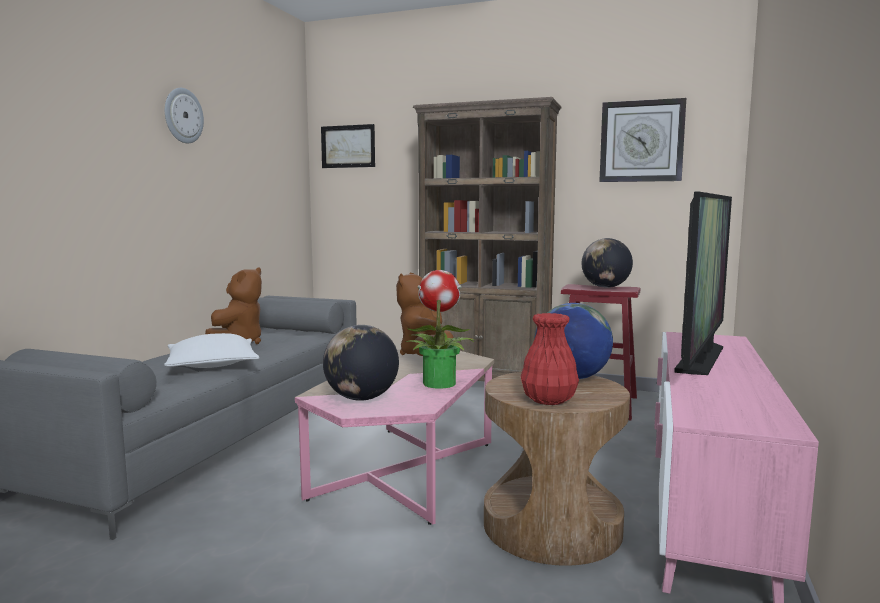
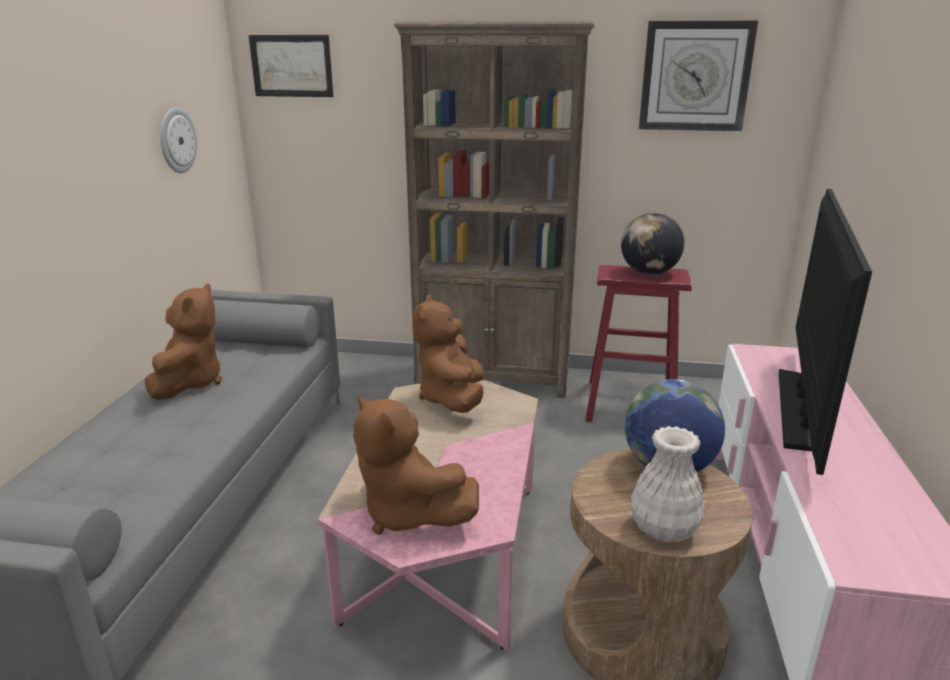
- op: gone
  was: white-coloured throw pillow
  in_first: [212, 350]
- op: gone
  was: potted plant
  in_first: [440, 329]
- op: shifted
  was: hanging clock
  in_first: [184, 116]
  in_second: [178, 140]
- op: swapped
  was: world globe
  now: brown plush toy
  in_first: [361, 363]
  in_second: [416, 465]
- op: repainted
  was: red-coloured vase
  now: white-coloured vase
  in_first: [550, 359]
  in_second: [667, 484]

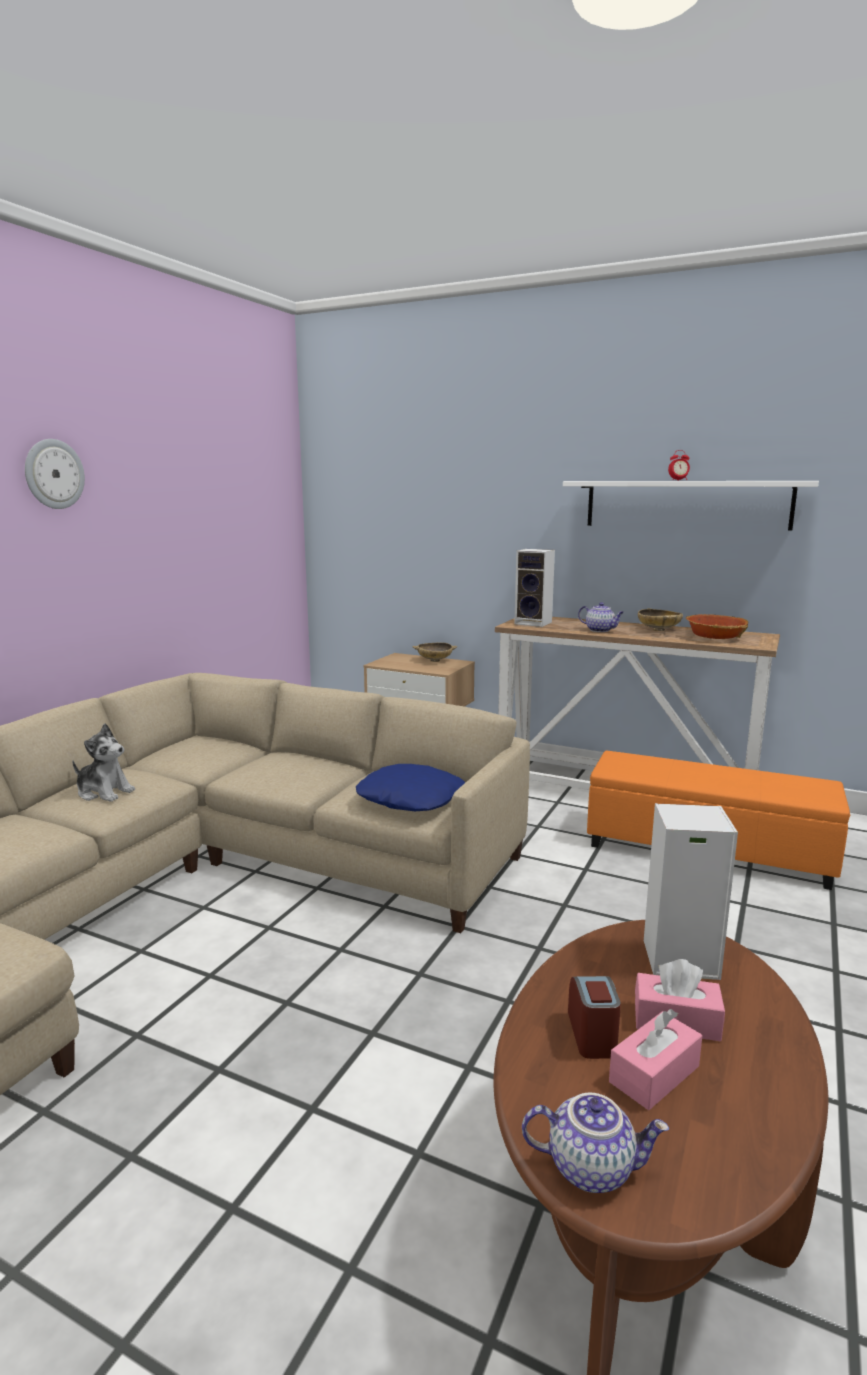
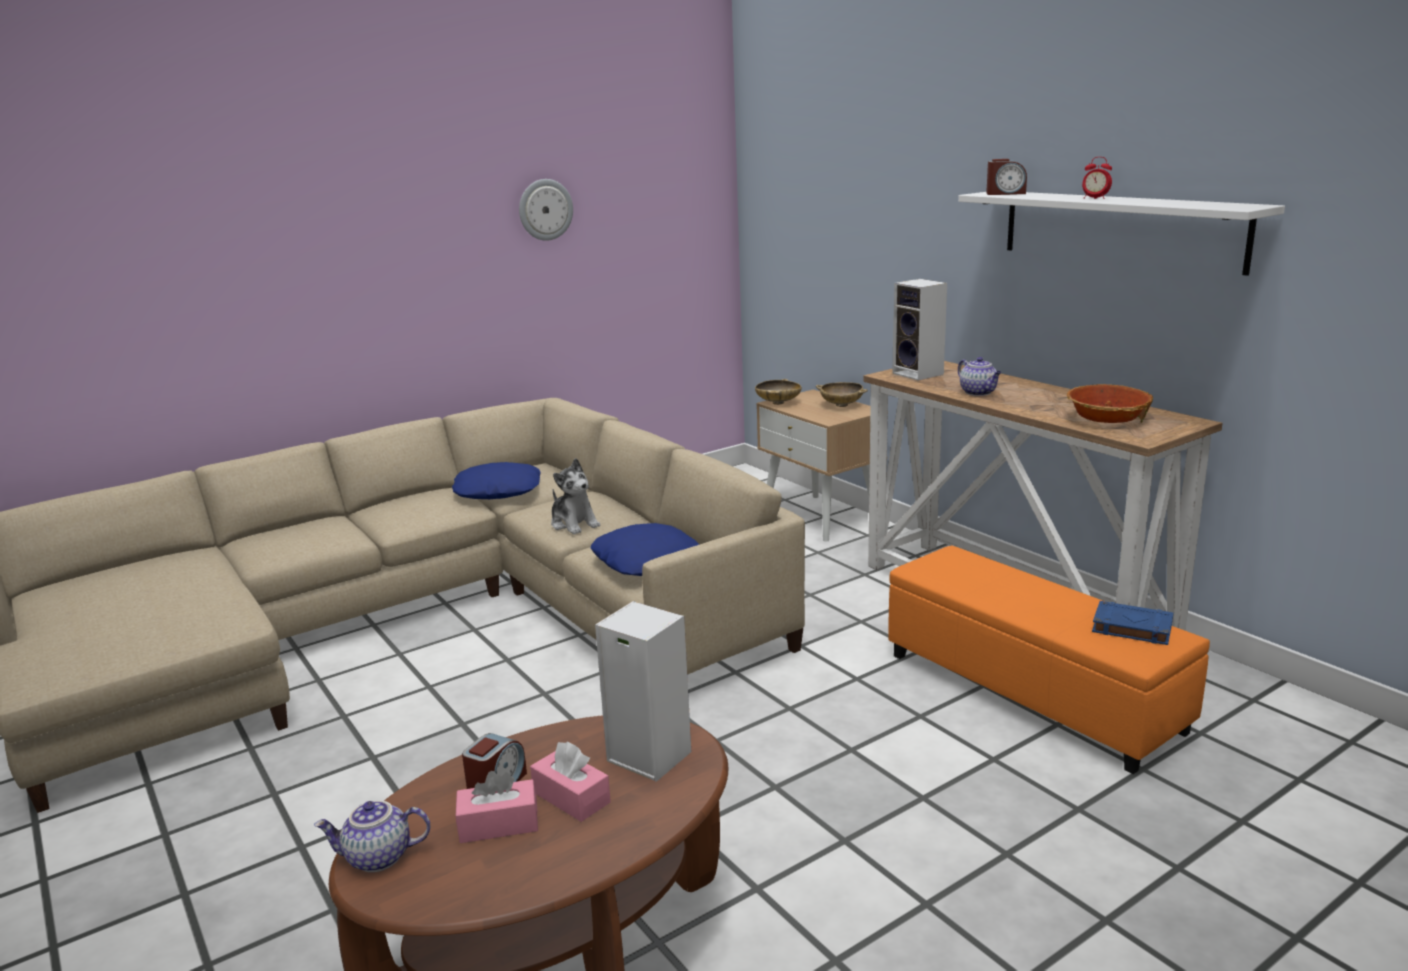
- op: new
  now: blue-coloured throw pillow
  in_second: [496, 480]
- op: new
  now: bedside clock
  in_second: [1006, 177]
- op: new
  now: blue-coloured bound book
  in_second: [1132, 623]
- op: shifted
  was: hanging clock
  in_first: [55, 474]
  in_second: [546, 210]
- op: shifted
  was: plush toy
  in_first: [103, 763]
  in_second: [576, 496]
- op: shifted
  was: beige deep dish
  in_first: [660, 619]
  in_second: [778, 392]
- op: rotated
  was: tea pot
  in_first: [595, 1143]
  in_second: [372, 836]
  clockwise: 135

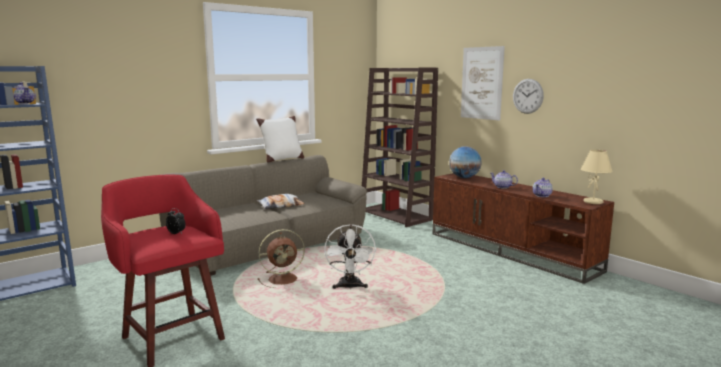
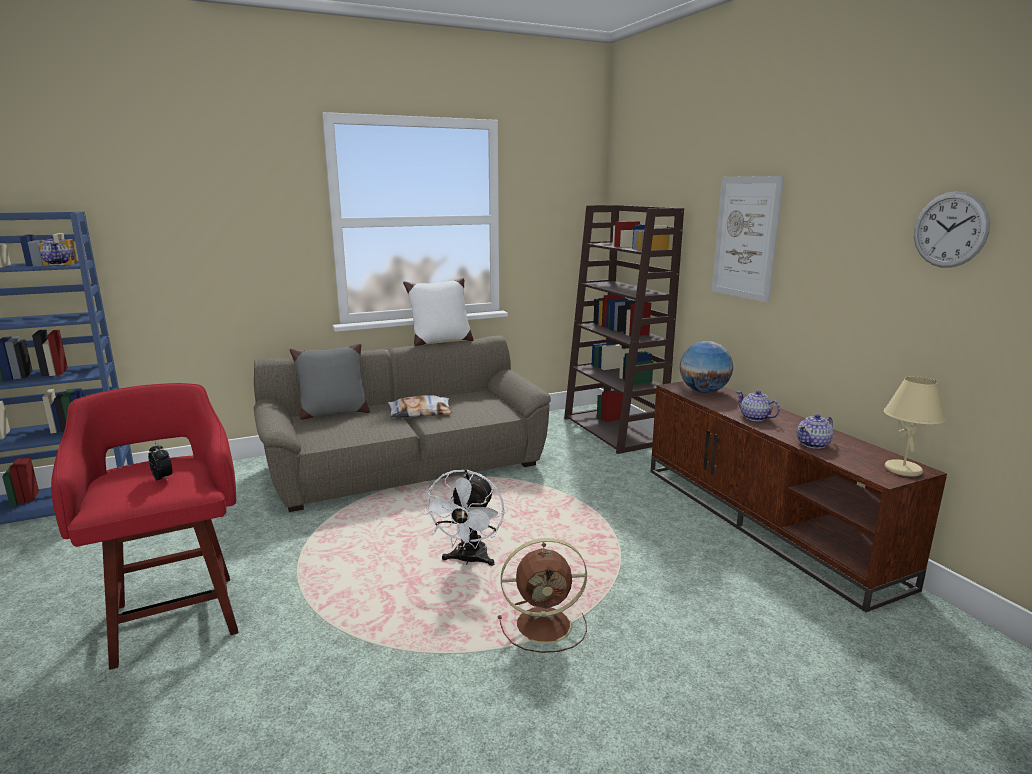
- op: new
  now: gray throw pillow
  in_second: [330, 381]
- op: shifted
  was: brown cooling fan
  in_first: [281, 258]
  in_second: [542, 595]
- op: shifted
  was: hanging clock
  in_first: [528, 96]
  in_second: [952, 229]

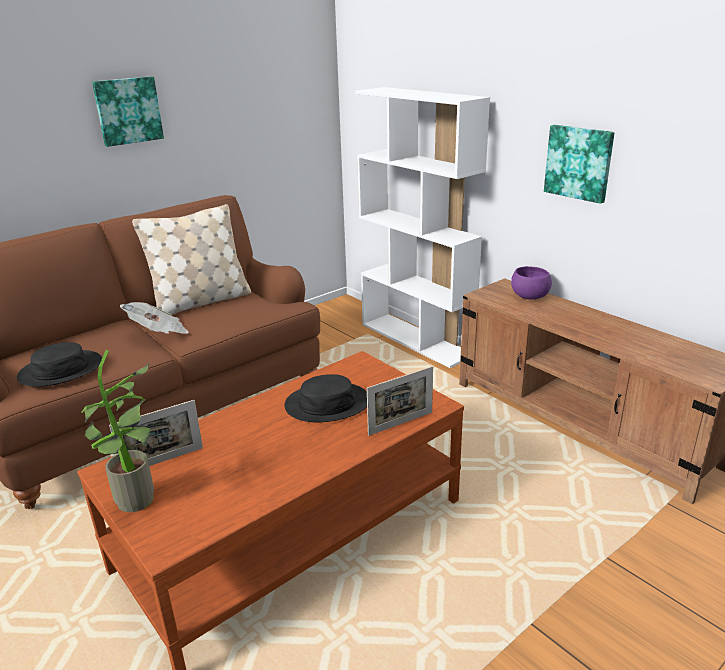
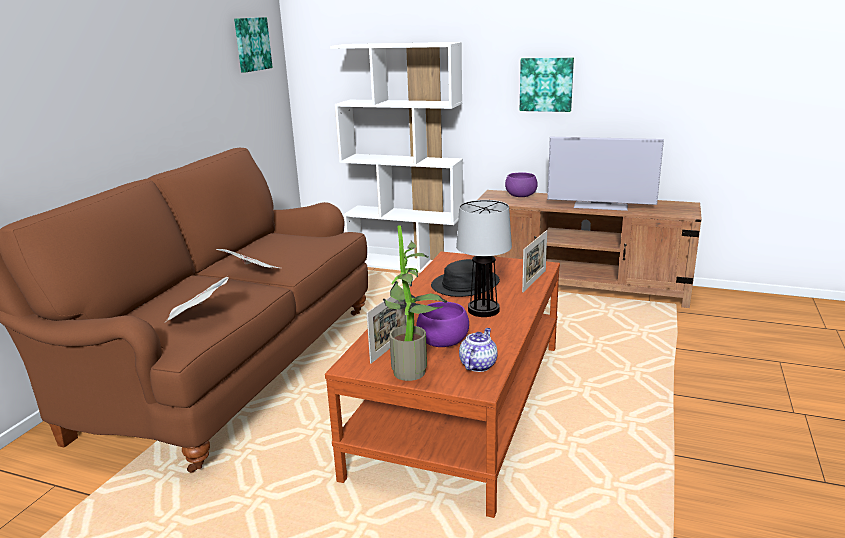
- op: gone
  was: beige throw pillow
  in_first: [191, 259]
- op: new
  now: purple-coloured deep dish
  in_second: [442, 324]
- op: new
  now: tabletop lamp
  in_second: [484, 258]
- op: new
  now: tea pot
  in_second: [478, 350]
- op: new
  now: TV
  in_second: [605, 174]
- op: shifted
  was: wall picture
  in_first: [128, 111]
  in_second: [253, 45]
- op: swapped
  was: black clothing hat
  now: printed paper
  in_first: [59, 364]
  in_second: [196, 299]

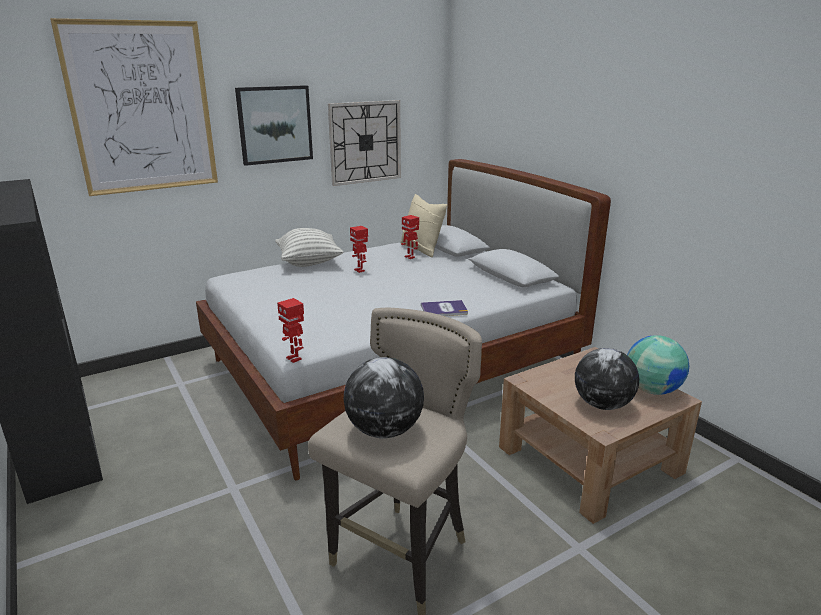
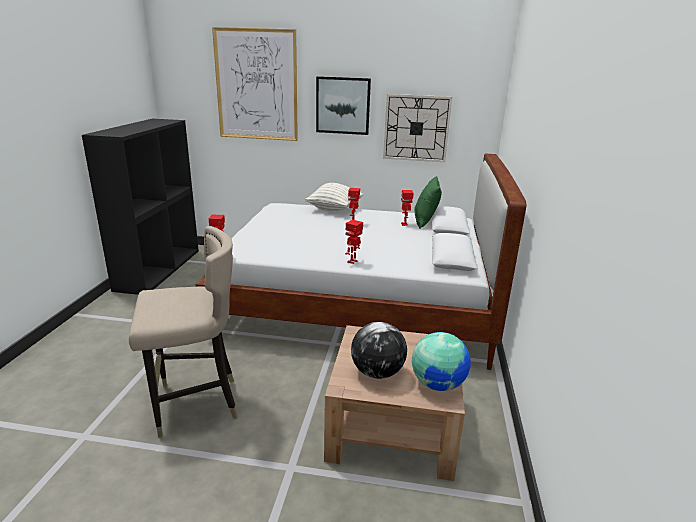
- op: gone
  was: world globe
  in_first: [384, 397]
- op: swapped
  was: bound book
  now: robot figure
  in_first: [444, 308]
  in_second: [354, 242]
- op: repainted
  was: beige throw pillow
  now: greenish throw pillow
  in_first: [423, 225]
  in_second: [428, 202]

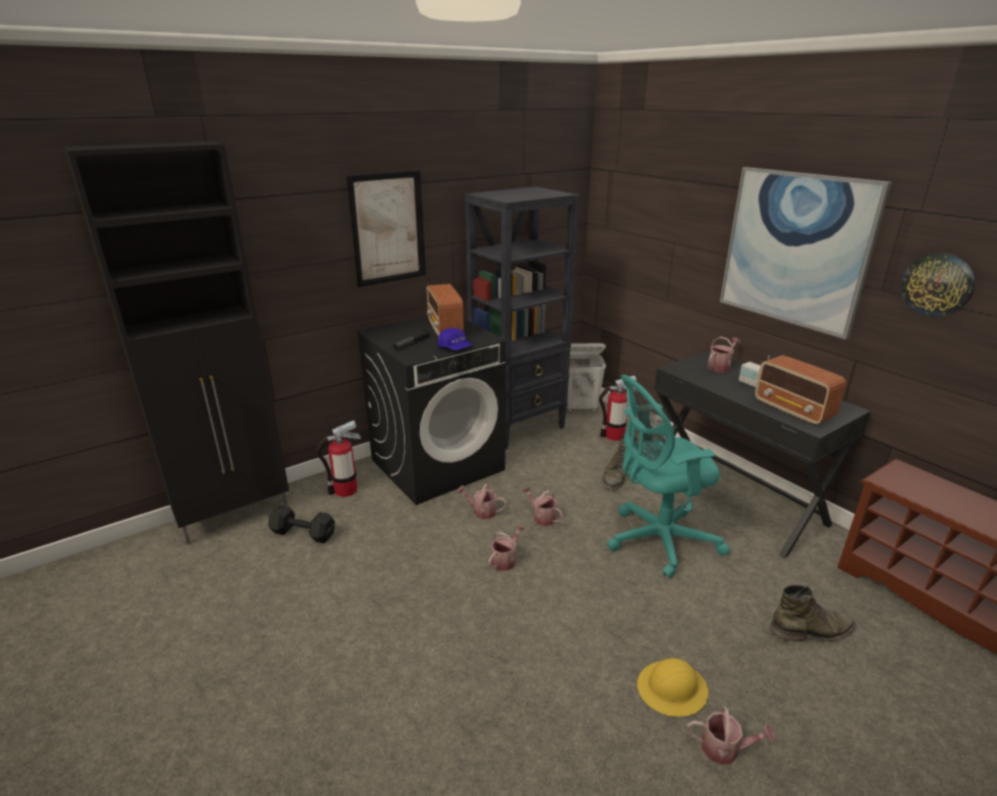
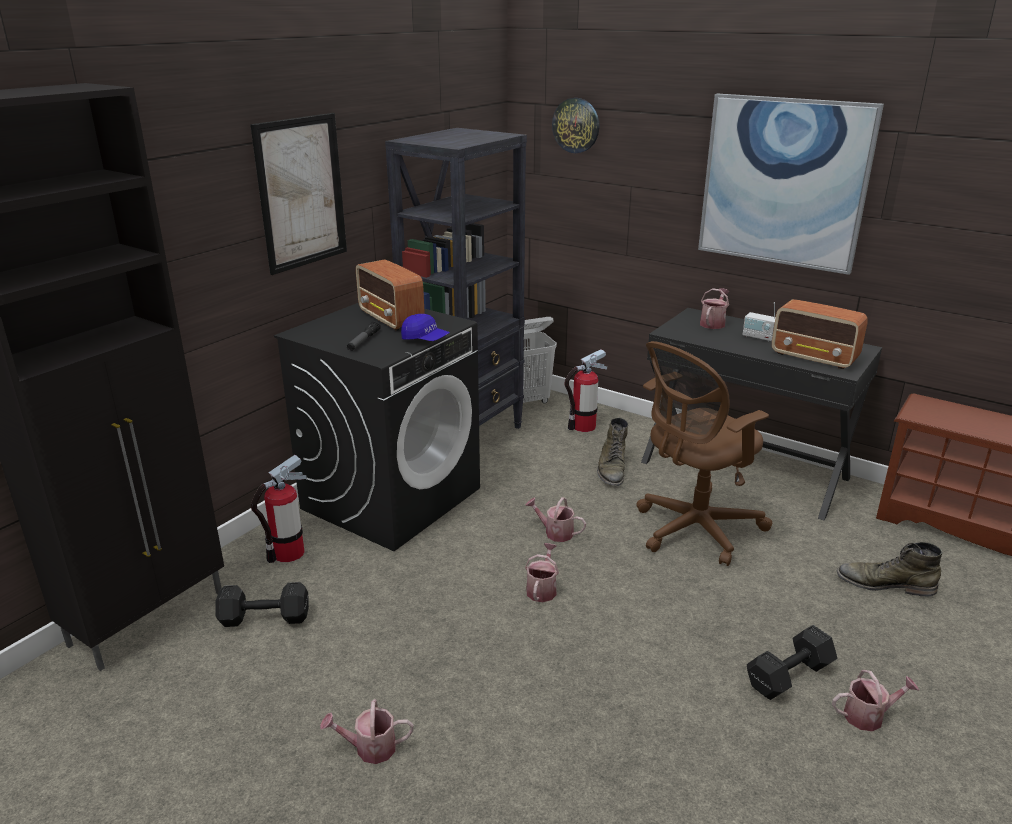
- op: shifted
  was: watering pot
  in_first: [481, 501]
  in_second: [366, 731]
- op: shifted
  was: hanging clock
  in_first: [937, 285]
  in_second: [575, 125]
- op: swapped
  was: yellow-coloured work helmet
  now: black dumbbell
  in_first: [672, 687]
  in_second: [792, 662]
- op: repainted
  was: blue-green computer chair
  now: brown computer chair
  in_first: [668, 476]
  in_second: [704, 453]
- op: rotated
  was: greenish high-top boot
  in_first: [813, 613]
  in_second: [889, 569]
  clockwise: -135

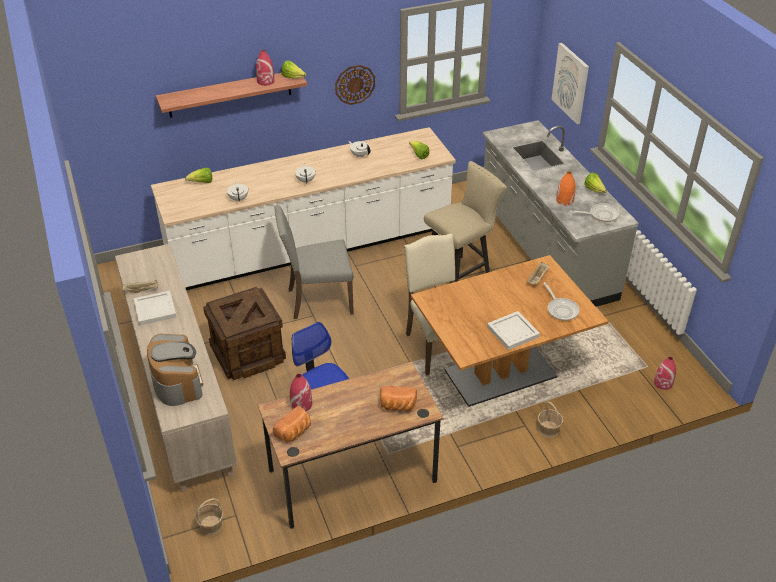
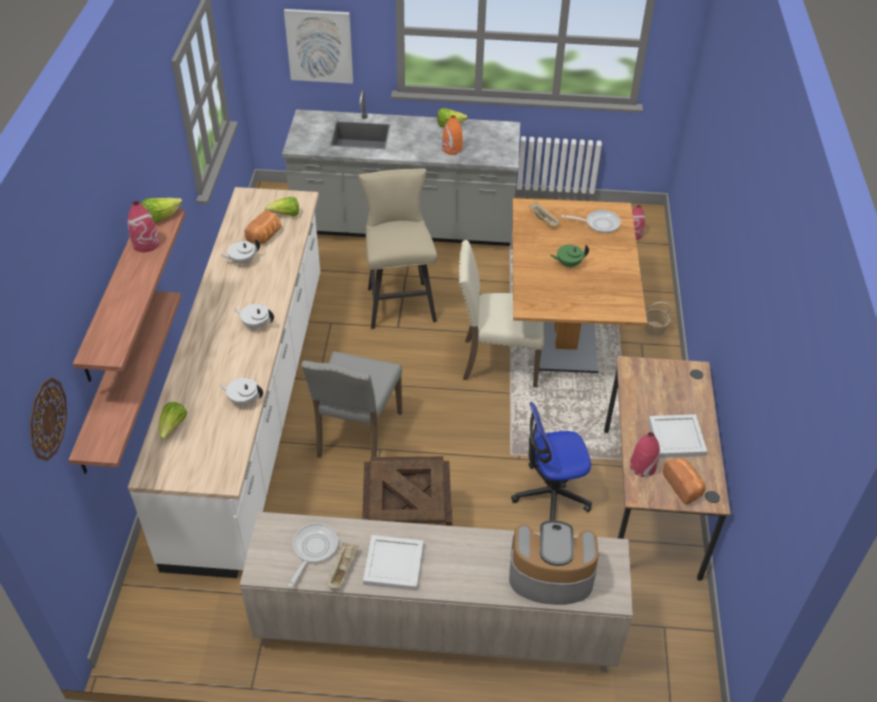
- op: gone
  was: household basket
  in_first: [209, 516]
- op: new
  now: shelf
  in_second: [125, 382]
- op: new
  now: greenish tea pot
  in_second: [569, 256]
- op: shifted
  was: hanging clock
  in_first: [355, 85]
  in_second: [48, 419]
- op: shifted
  was: bread
  in_first: [398, 398]
  in_second: [263, 227]
- op: shifted
  was: white-coloured serving tray
  in_first: [513, 330]
  in_second: [677, 436]
- op: shifted
  was: frying pan
  in_first: [595, 212]
  in_second: [313, 555]

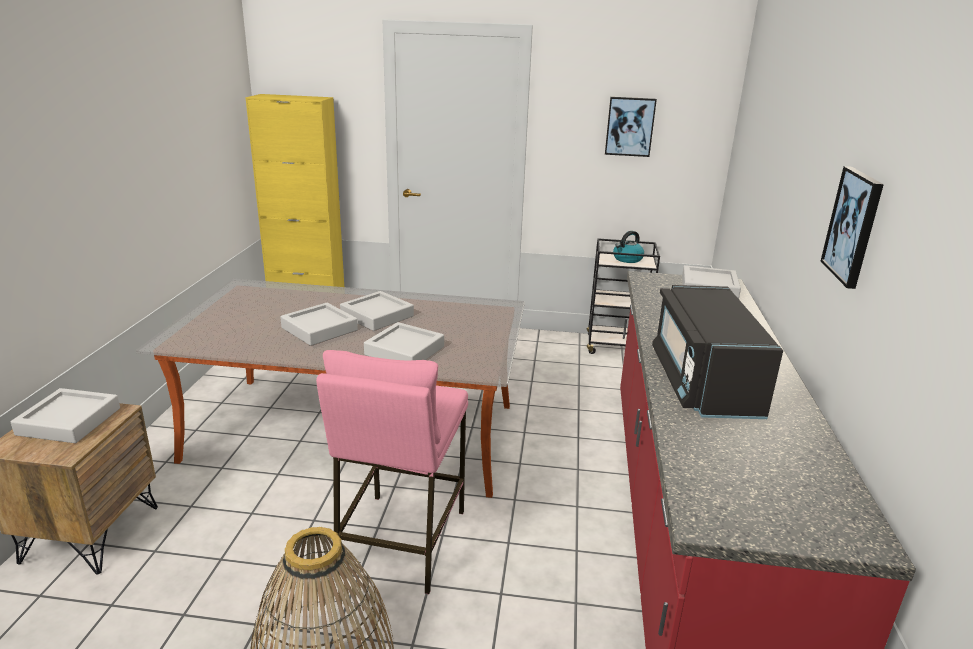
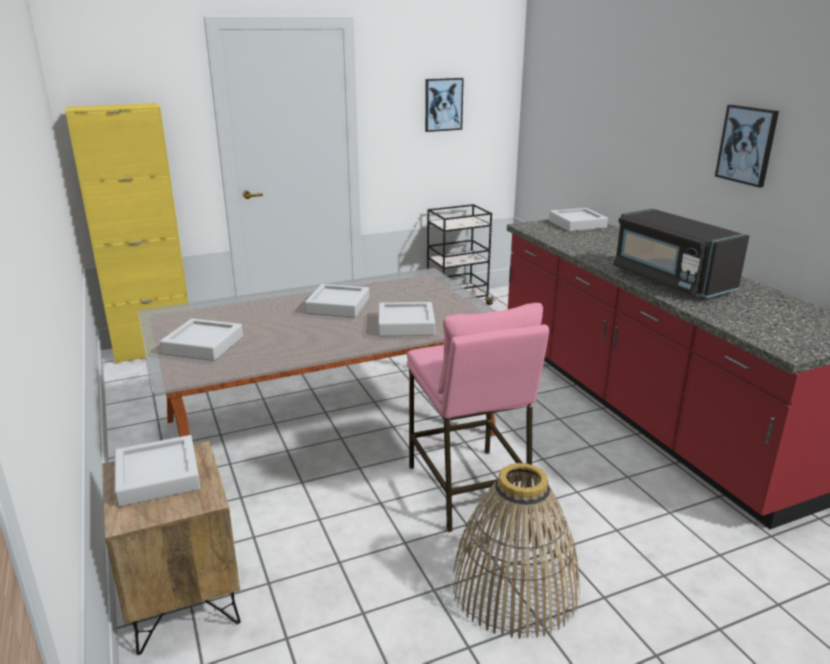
- op: gone
  was: kettle
  in_first: [628, 247]
- op: shifted
  was: gray serving tray
  in_first: [319, 324]
  in_second: [201, 339]

